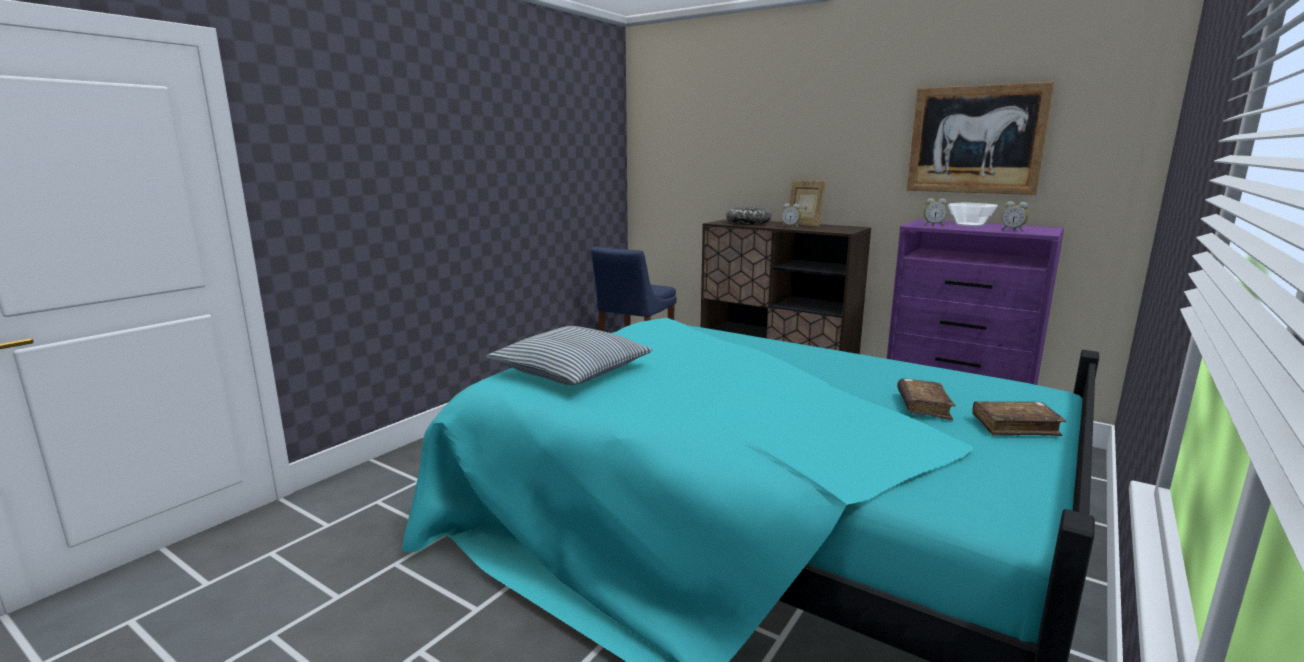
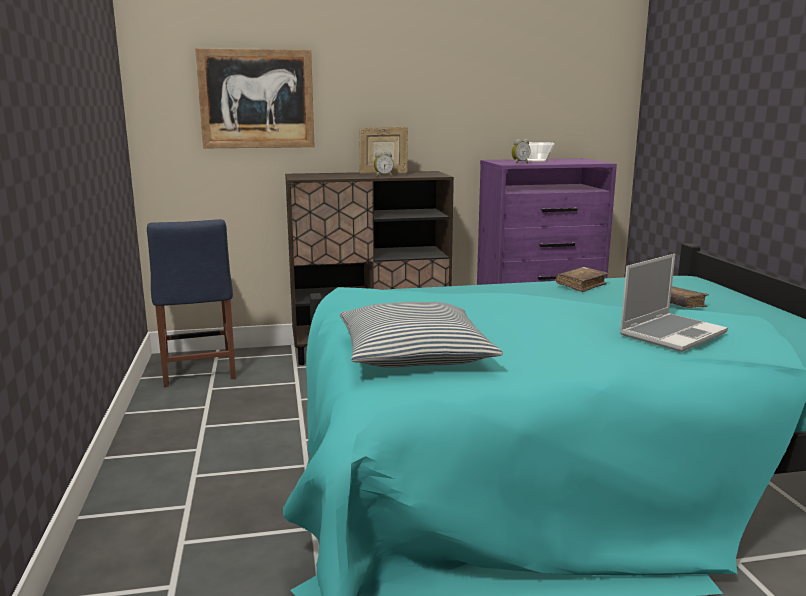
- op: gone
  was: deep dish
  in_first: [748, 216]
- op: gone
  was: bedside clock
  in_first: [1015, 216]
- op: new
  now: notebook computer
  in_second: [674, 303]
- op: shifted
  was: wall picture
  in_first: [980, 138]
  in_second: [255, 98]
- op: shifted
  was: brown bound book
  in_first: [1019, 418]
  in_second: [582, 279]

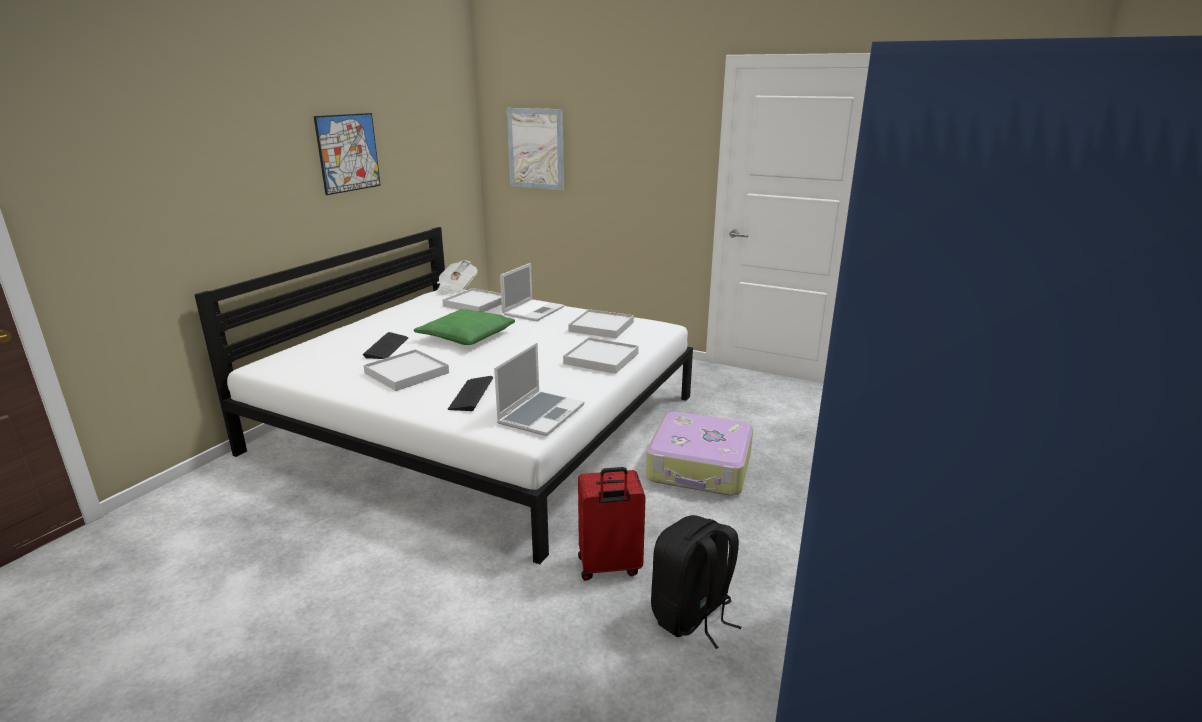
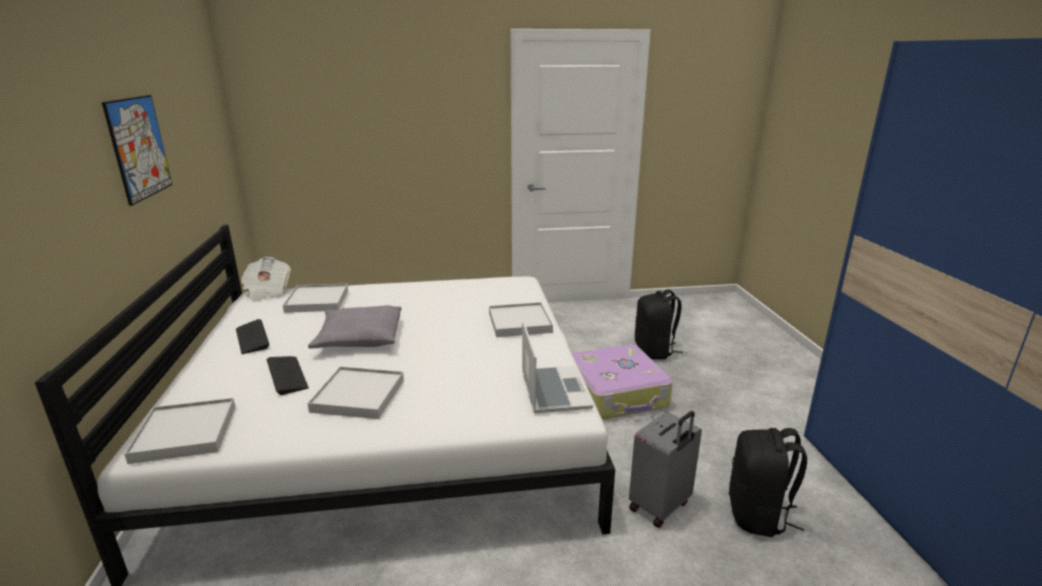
- op: gone
  was: notebook computer
  in_first: [532, 292]
- op: gone
  was: wall picture
  in_first: [535, 149]
- op: new
  now: black knapsack
  in_second: [659, 324]
- op: shifted
  was: keyboard
  in_first: [470, 393]
  in_second: [252, 336]
- op: shifted
  was: white-coloured serving tray
  in_first: [601, 323]
  in_second: [180, 431]
- op: repainted
  was: greenish throw pillow
  now: gray throw pillow
  in_first: [464, 327]
  in_second: [354, 327]
- op: repainted
  was: red-coloured suitcase
  now: gray suitcase
  in_first: [612, 524]
  in_second: [665, 469]

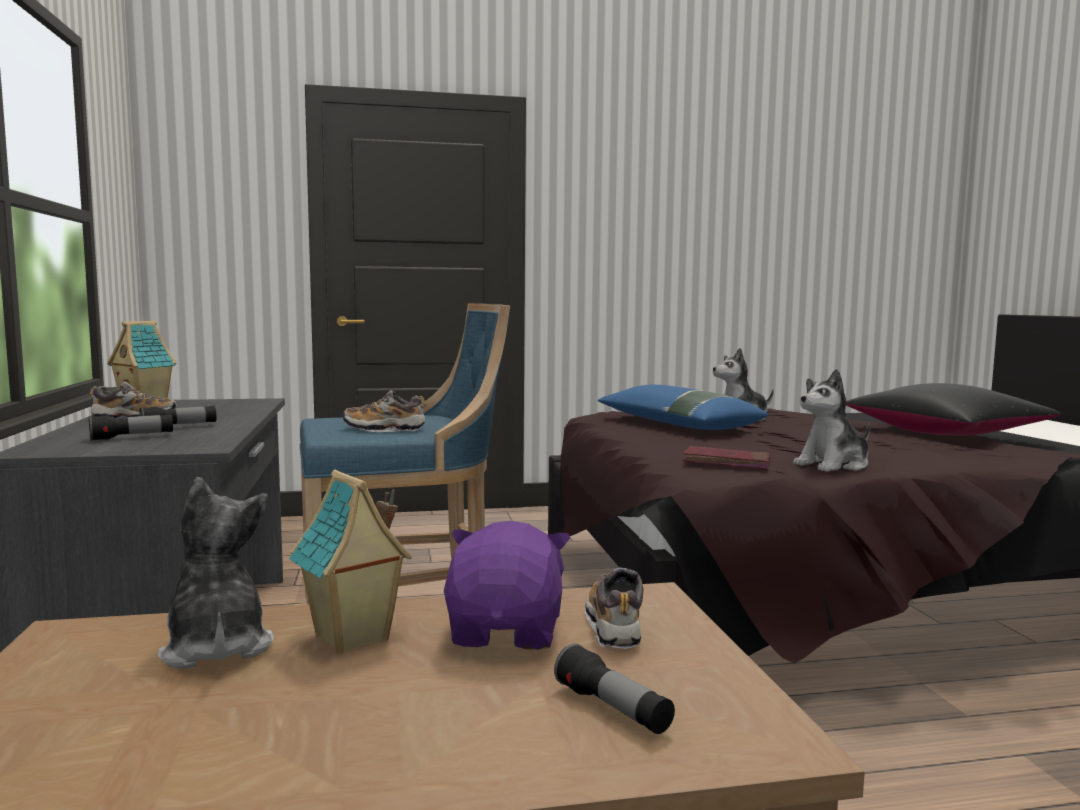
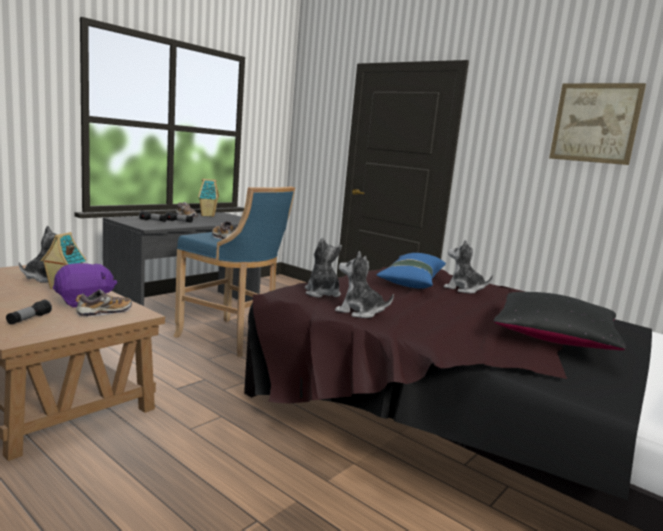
- op: new
  now: wall picture
  in_second: [597, 124]
- op: swapped
  was: red-coloured bound book
  now: plush toy
  in_first: [726, 458]
  in_second: [323, 267]

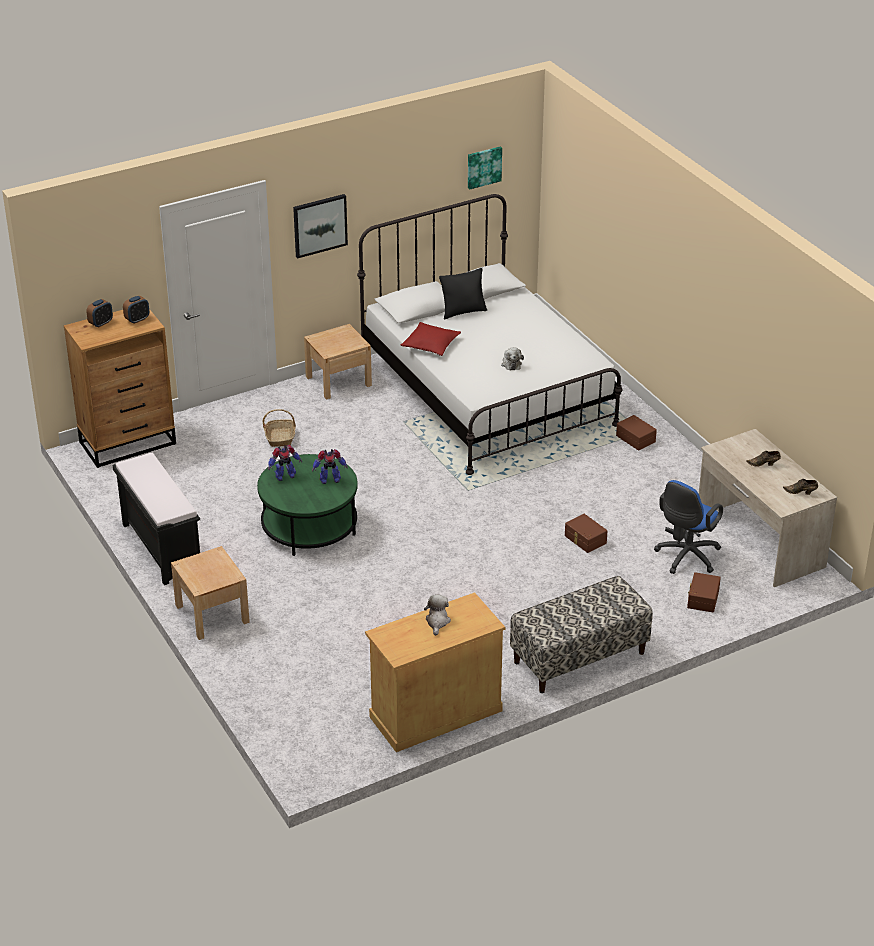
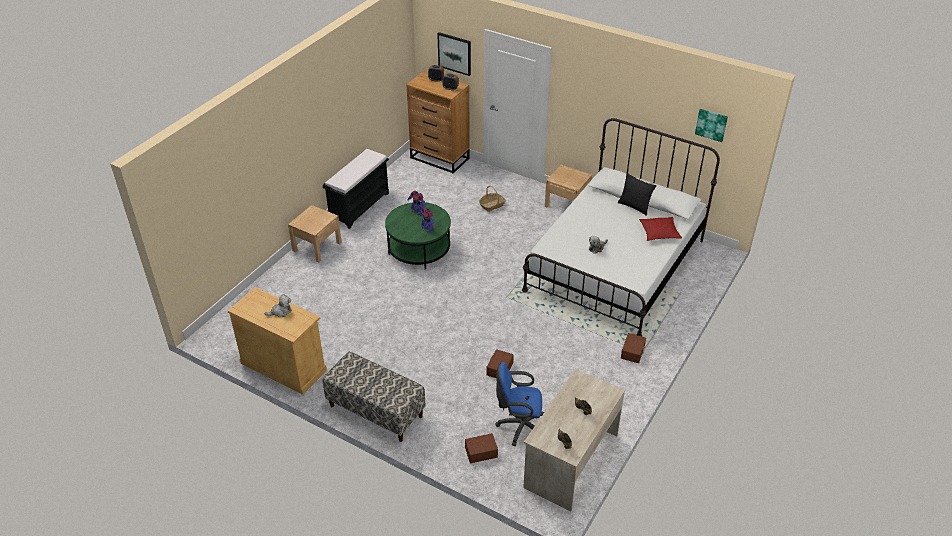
- op: shifted
  was: wall picture
  in_first: [320, 226]
  in_second: [454, 54]
- op: shifted
  was: red-coloured throw pillow
  in_first: [431, 339]
  in_second: [660, 229]

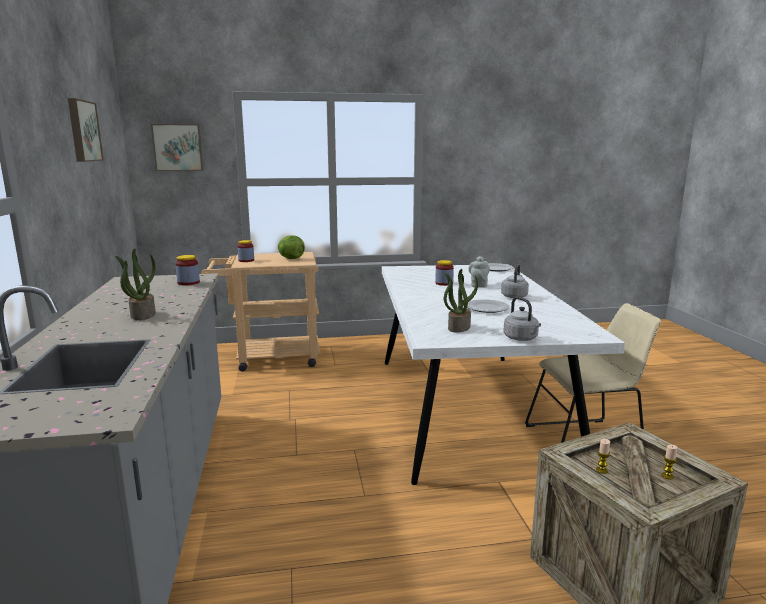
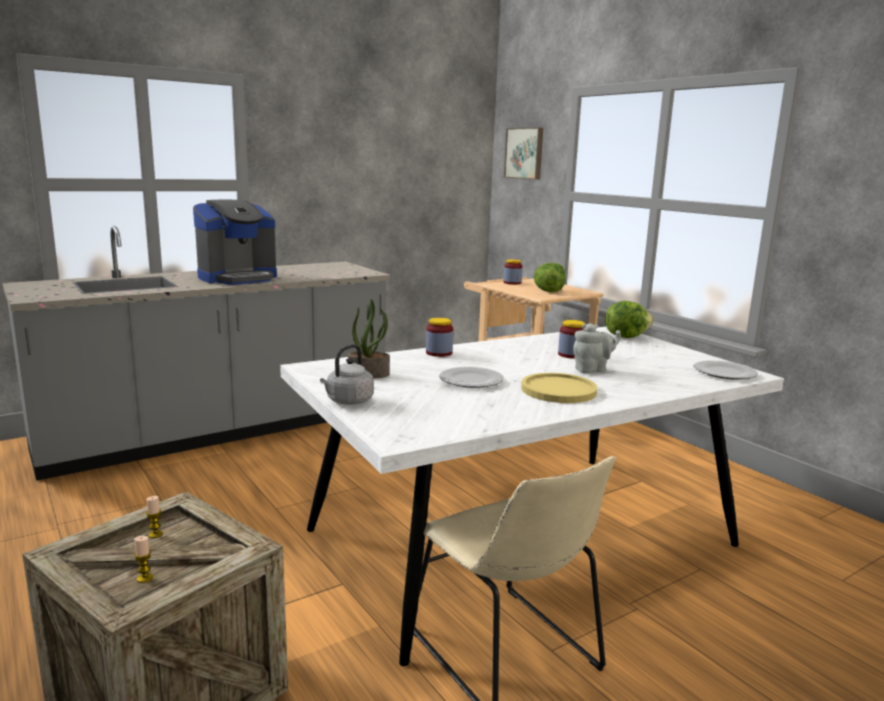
- op: gone
  was: wall picture
  in_first: [86, 130]
- op: new
  now: head of lettuce
  in_second: [629, 319]
- op: shifted
  was: preserve jar
  in_first: [187, 270]
  in_second: [439, 337]
- op: swapped
  was: potted plant
  now: coffee machine
  in_first: [135, 284]
  in_second: [235, 242]
- op: swapped
  was: gray kettle
  now: yellow-coloured dinner plate
  in_first: [515, 281]
  in_second: [559, 388]

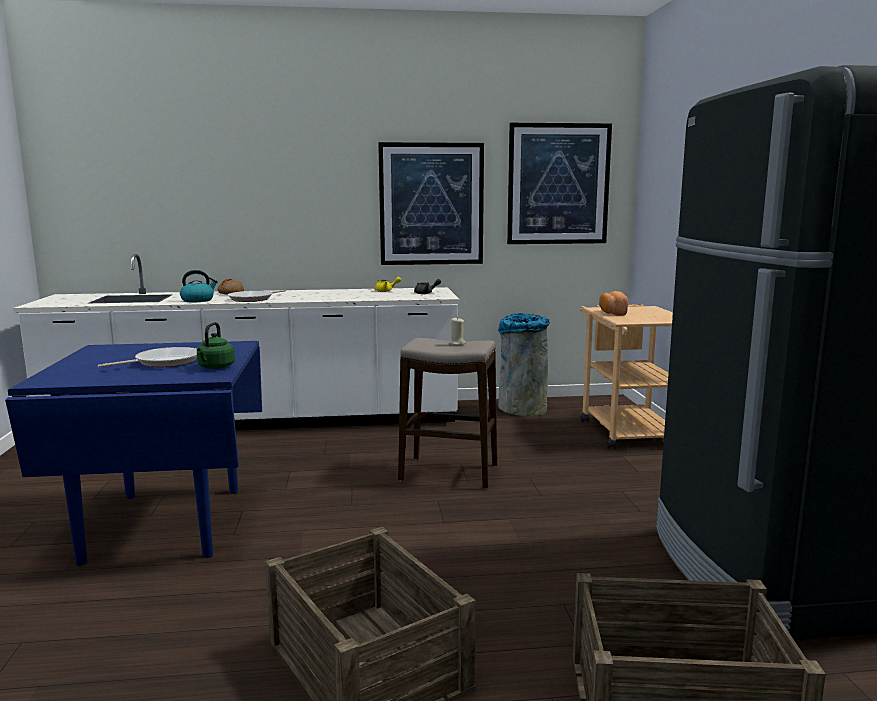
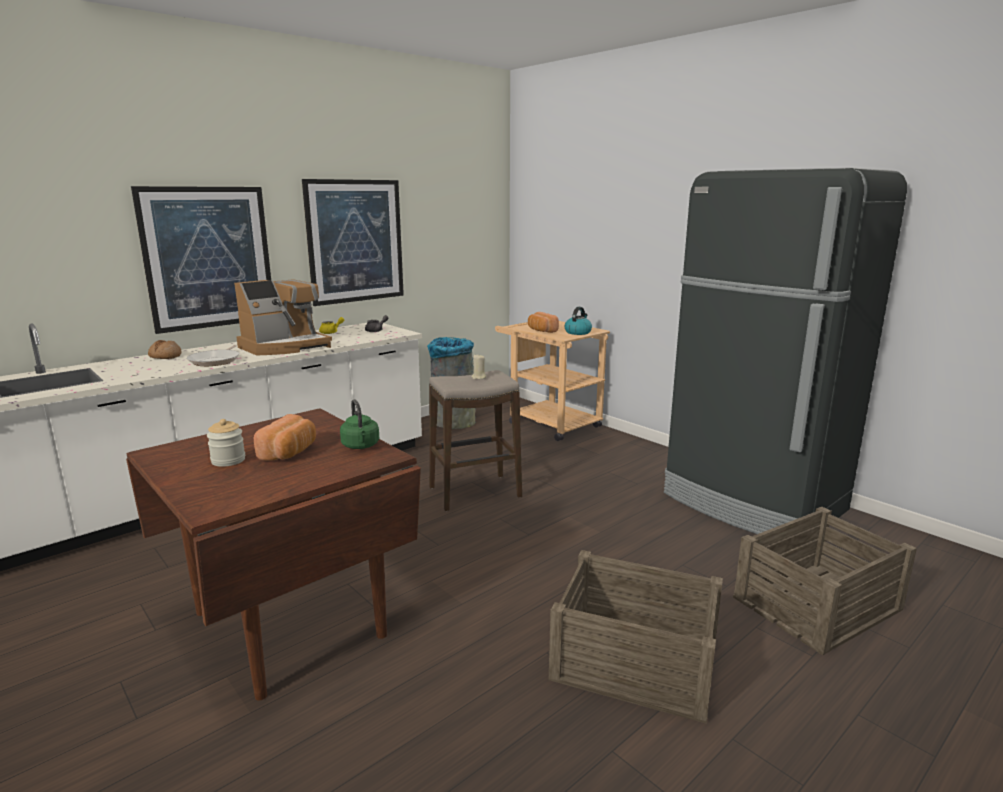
- op: new
  now: preserve jar
  in_second: [226, 443]
- op: new
  now: coffee machine
  in_second: [283, 317]
- op: shifted
  was: kettle
  in_first: [199, 286]
  in_second: [578, 321]
- op: shifted
  was: wall picture
  in_first: [559, 183]
  in_second: [201, 260]
- op: swapped
  was: frying pan
  now: bread
  in_first: [147, 357]
  in_second: [285, 437]
- op: repainted
  was: blue-coloured dinner table
  now: brown dinner table
  in_first: [133, 453]
  in_second: [273, 554]

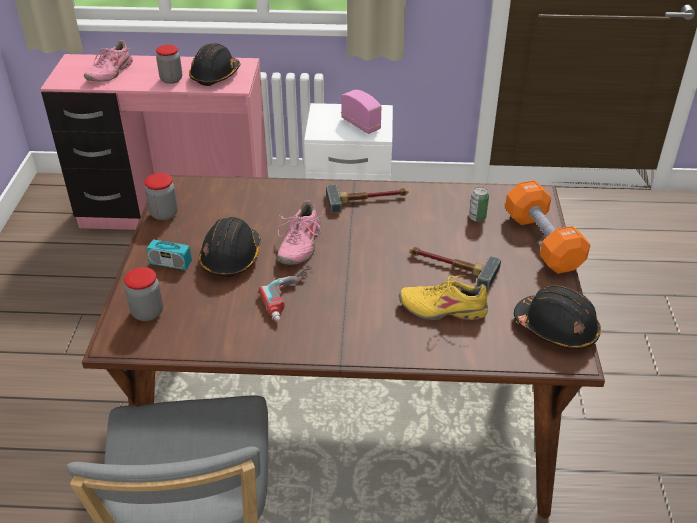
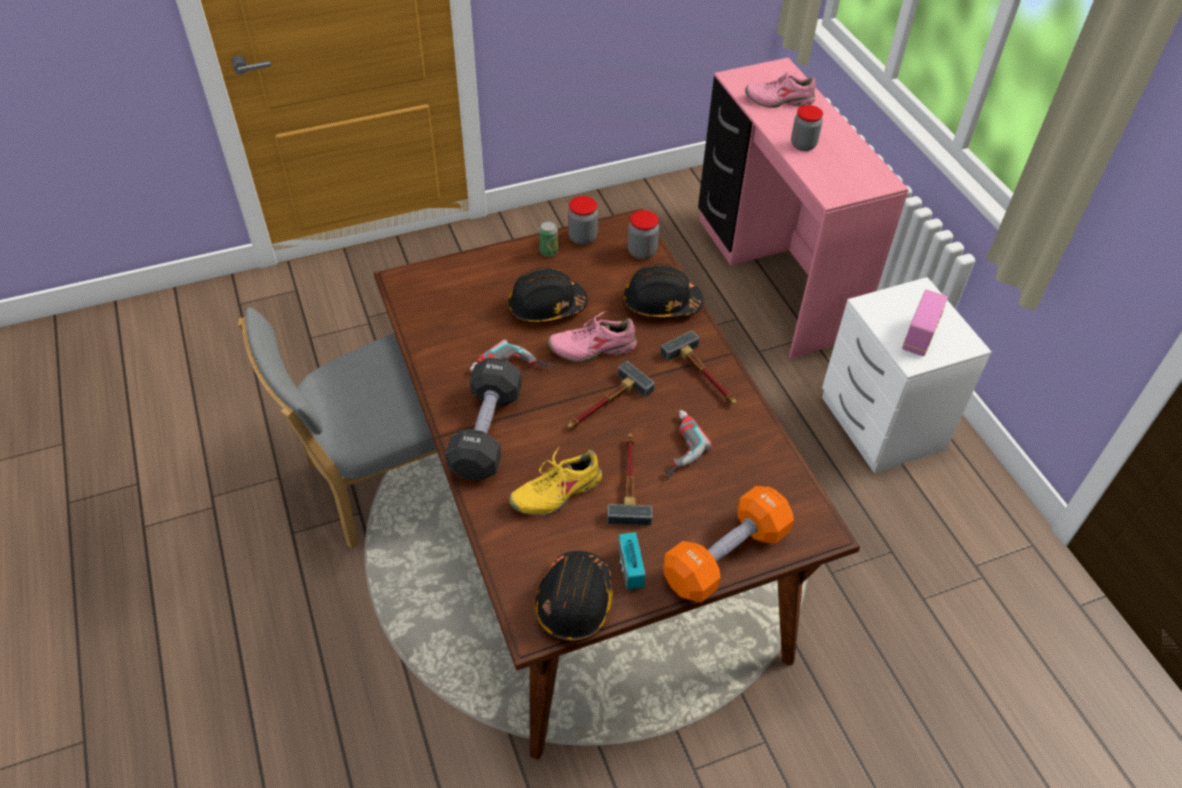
- op: new
  now: black dumbbell
  in_second: [483, 419]
- op: new
  now: hammer
  in_second: [611, 395]
- op: new
  now: power drill
  in_second: [688, 445]
- op: shifted
  was: preserve jar
  in_first: [143, 294]
  in_second: [643, 234]
- op: shifted
  was: radio
  in_first: [169, 241]
  in_second: [632, 561]
- op: shifted
  was: black work helmet
  in_first: [214, 64]
  in_second: [663, 291]
- op: shifted
  was: sealed can
  in_first: [479, 204]
  in_second: [548, 239]
- op: rotated
  was: yellow-coloured shoe
  in_first: [443, 297]
  in_second: [555, 481]
  clockwise: -105

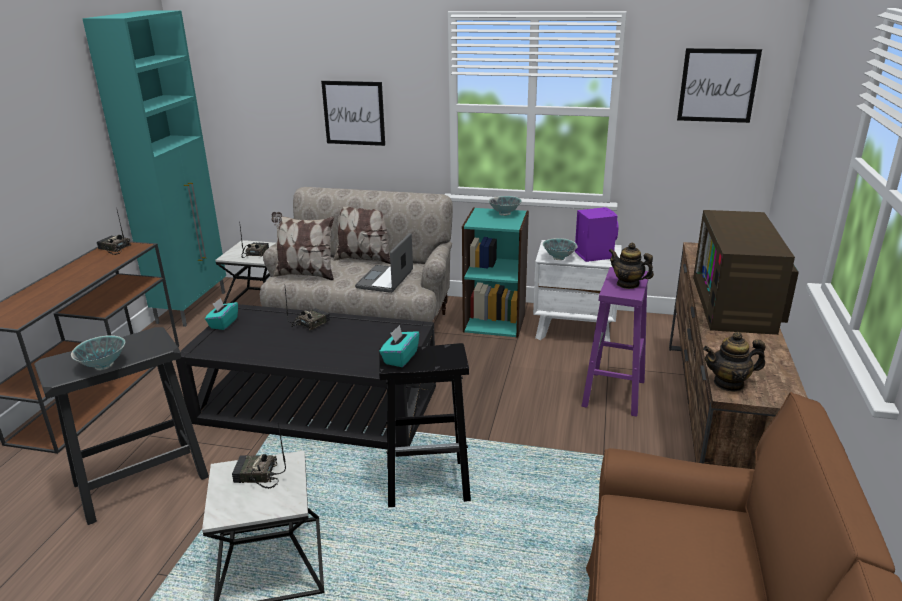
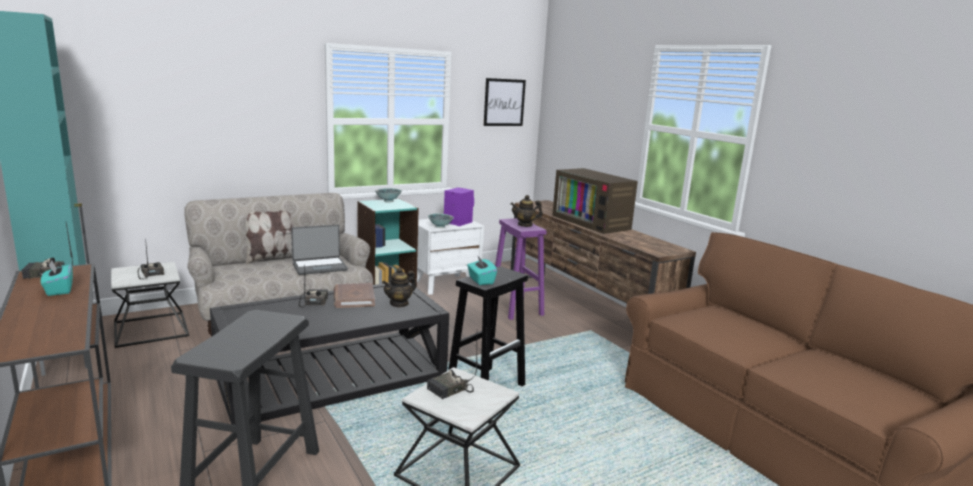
- op: gone
  was: deep dish
  in_first: [98, 353]
- op: gone
  was: throw pillow
  in_first: [303, 246]
- op: gone
  was: wall picture
  in_first: [353, 113]
- op: new
  now: brown bound book
  in_second: [354, 295]
- op: shifted
  was: blue-green tissue holder
  in_first: [221, 314]
  in_second: [57, 278]
- op: shifted
  was: tea pot
  in_first: [734, 362]
  in_second: [399, 287]
- op: rotated
  was: notebook computer
  in_first: [384, 263]
  in_second: [319, 250]
  clockwise: -90

